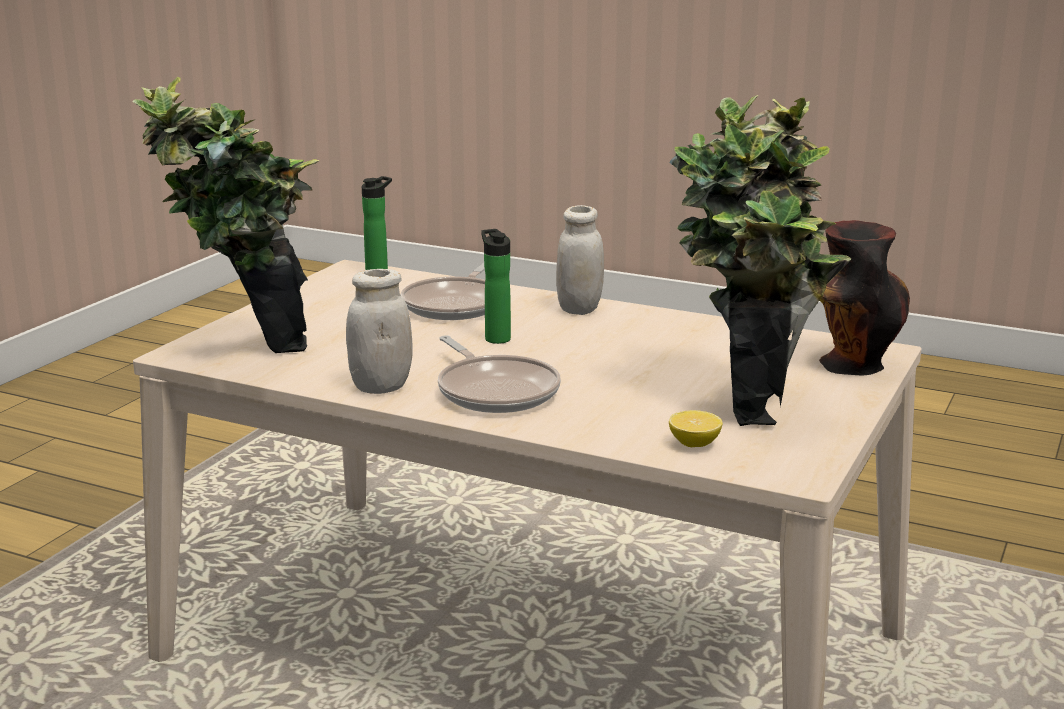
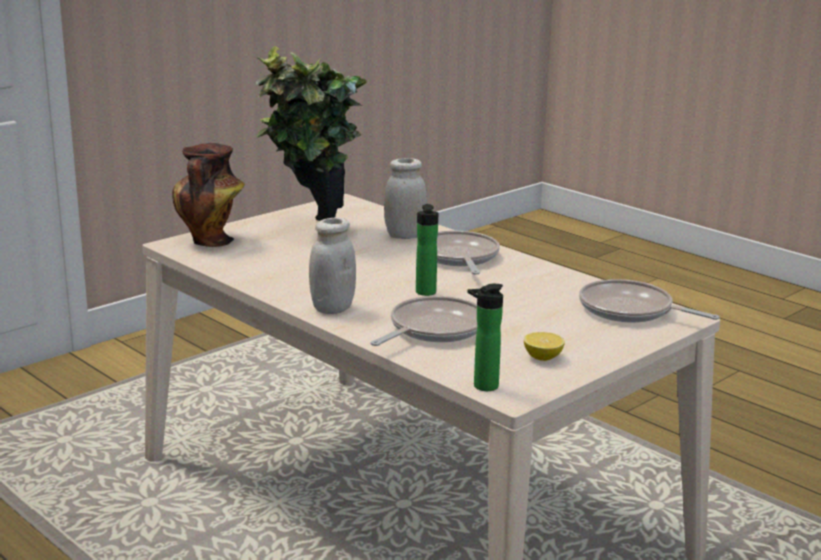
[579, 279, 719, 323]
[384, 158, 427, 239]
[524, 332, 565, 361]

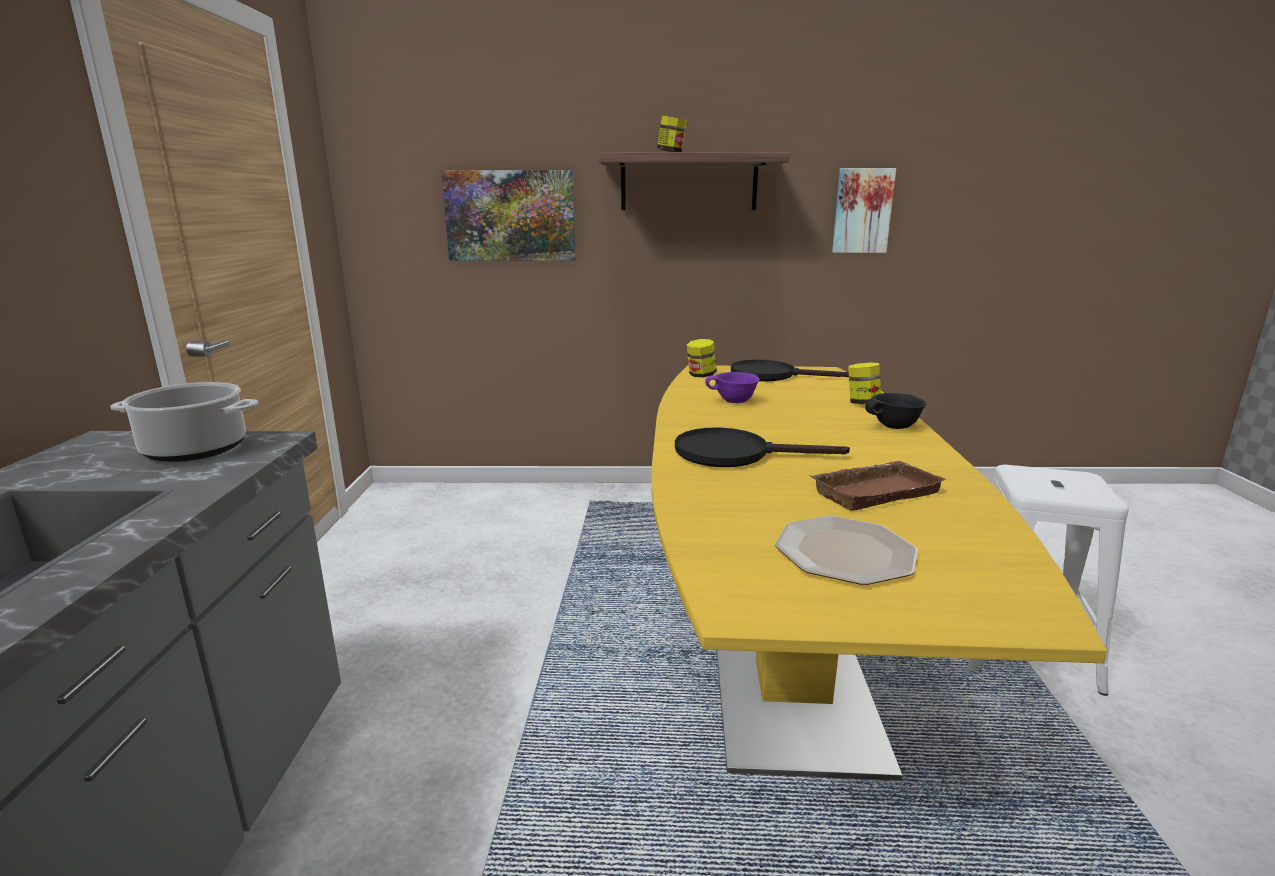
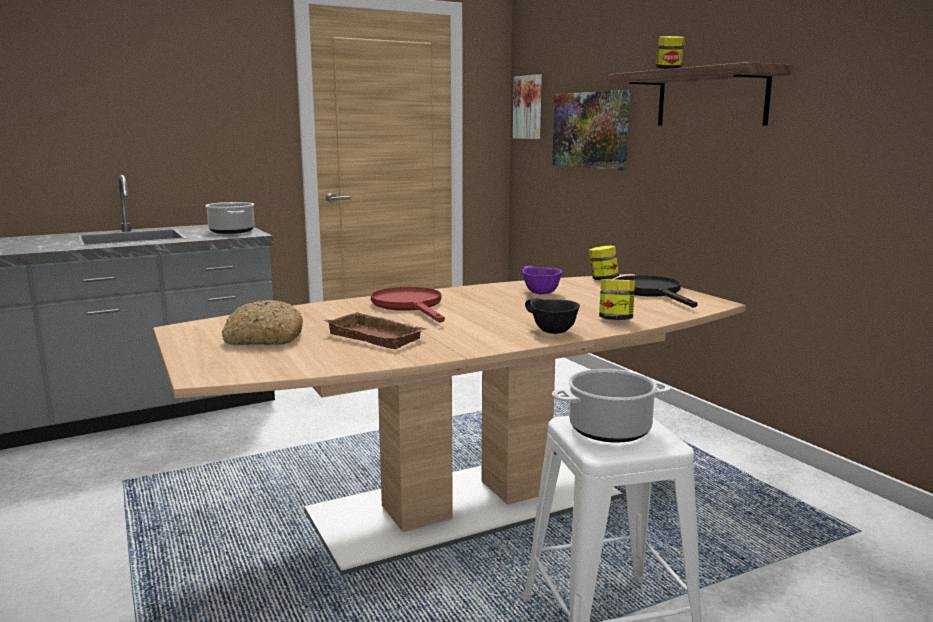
[153, 274, 746, 575]
[371, 287, 445, 323]
[222, 300, 303, 345]
[513, 74, 542, 139]
[552, 369, 671, 443]

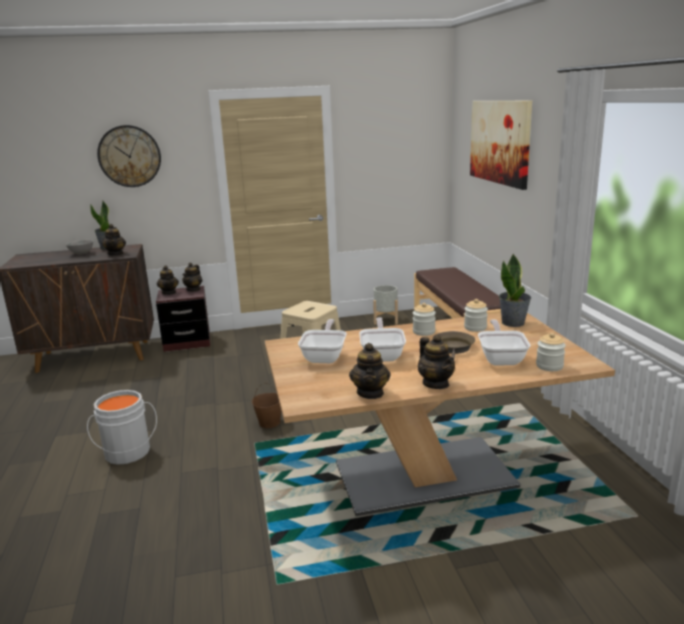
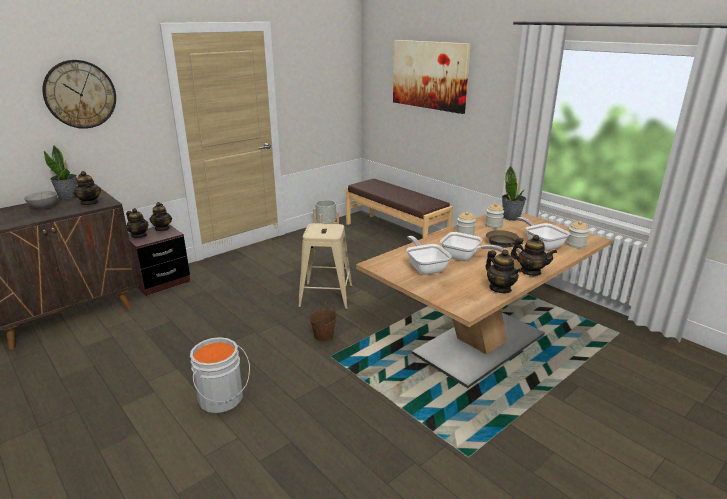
[440, 232, 505, 261]

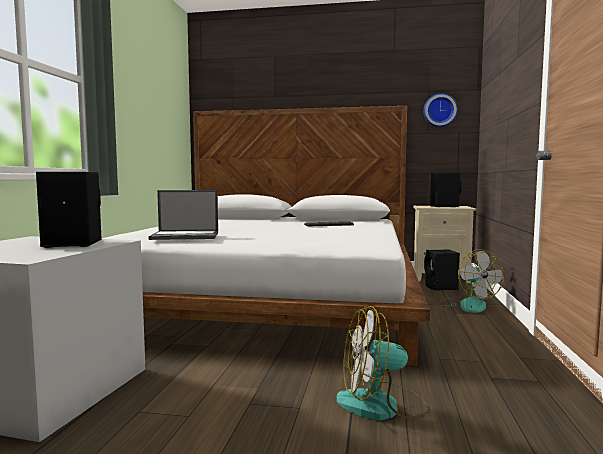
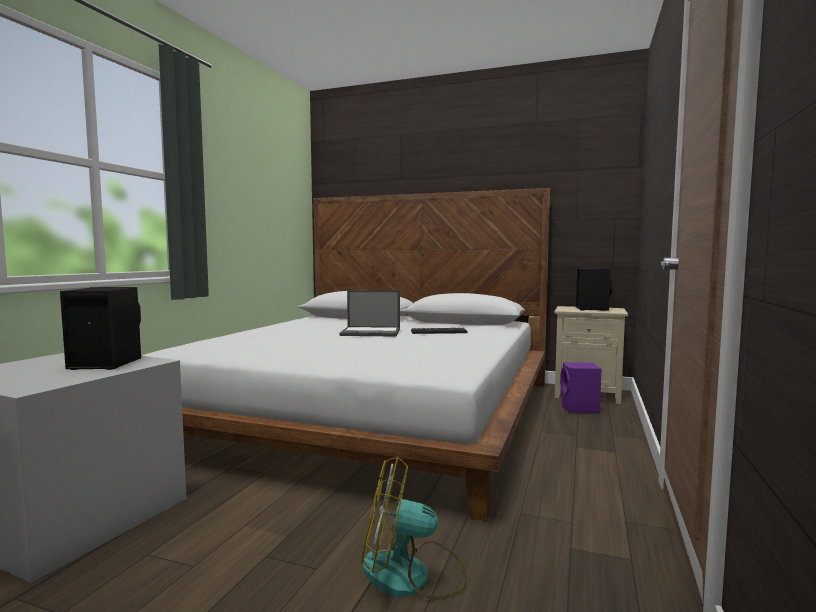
[340, 290, 400, 337]
[423, 93, 458, 127] (first image)
[560, 362, 602, 413]
[437, 250, 504, 313] (first image)

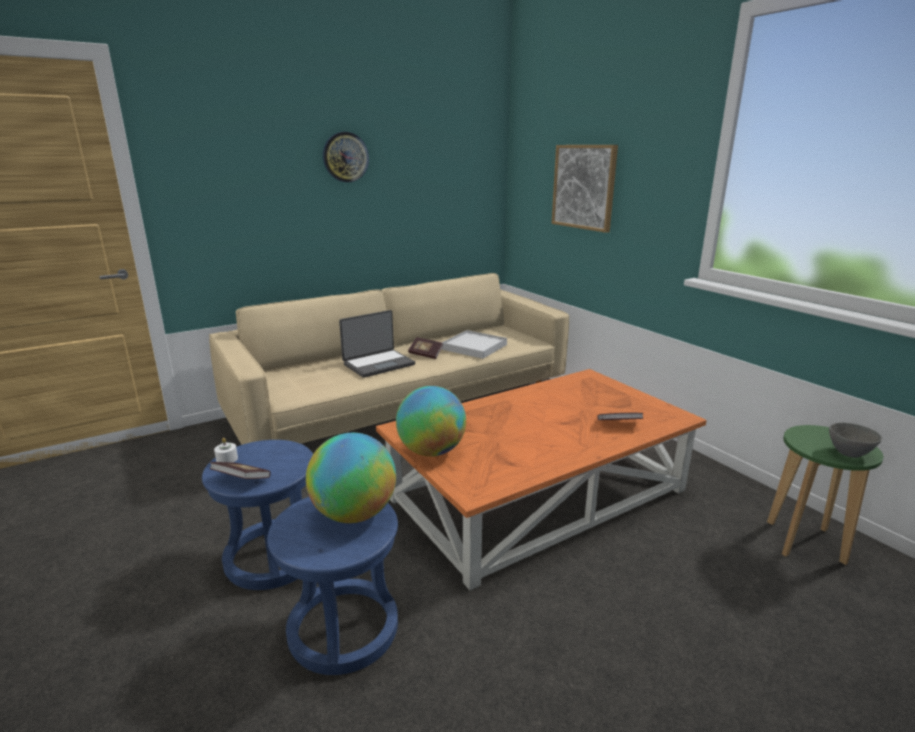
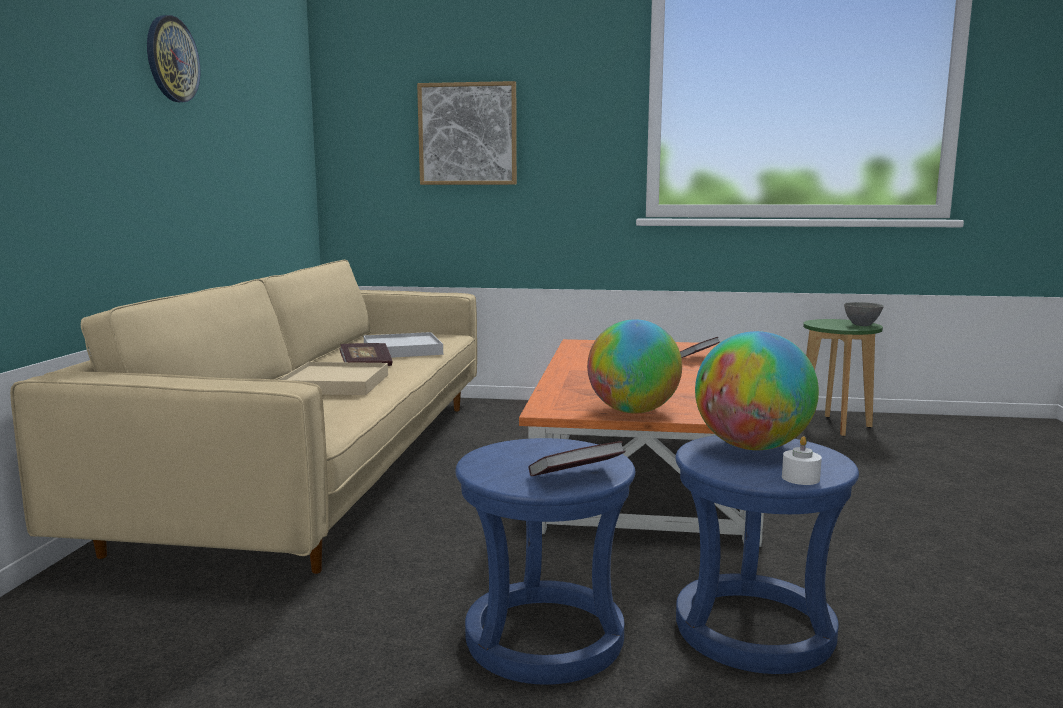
[782, 436, 822, 485]
[278, 362, 388, 395]

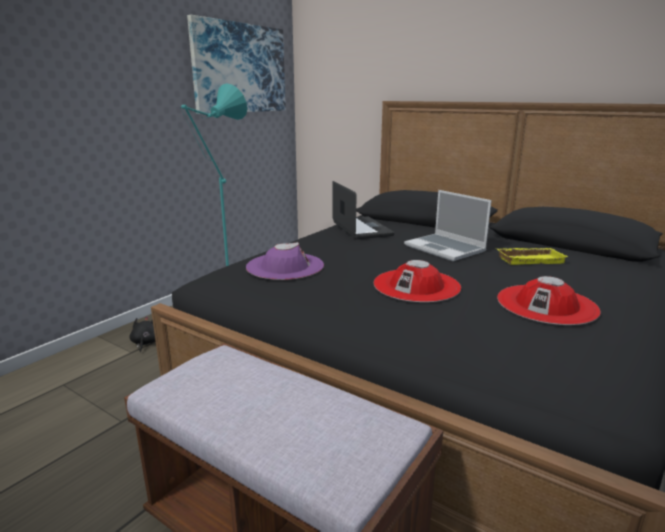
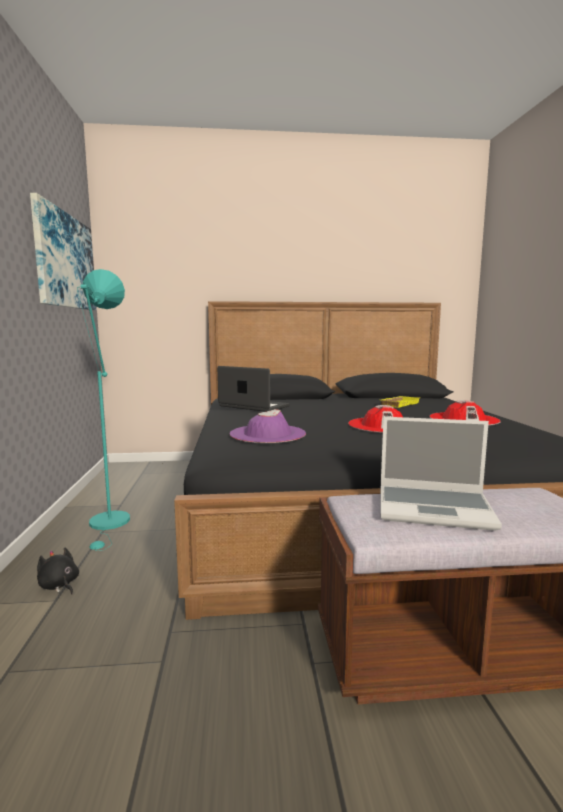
[380, 417, 502, 531]

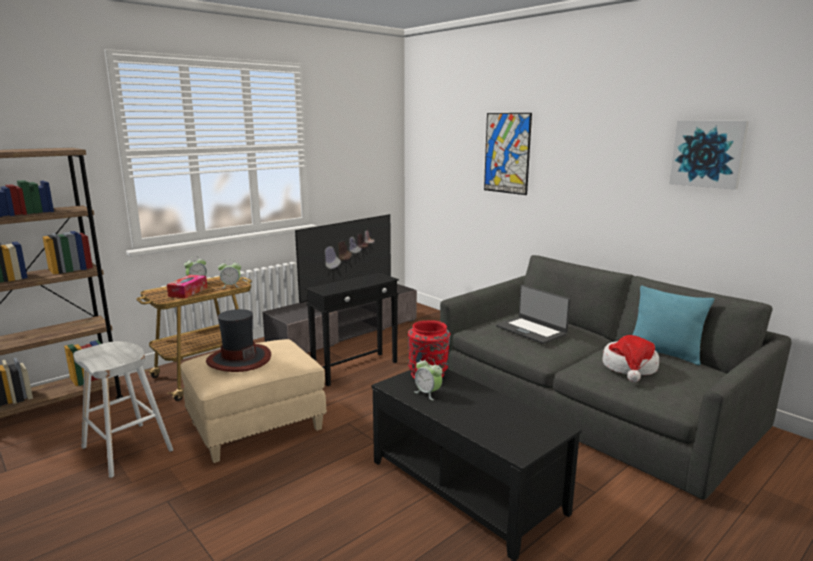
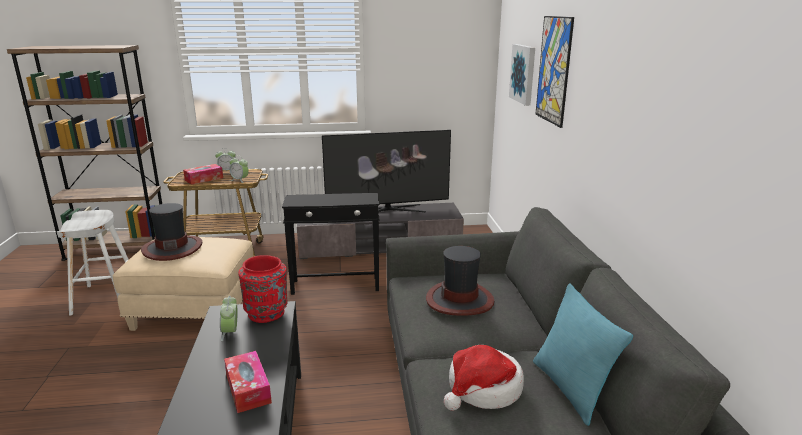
[426, 246, 494, 316]
[509, 44, 535, 106]
[224, 351, 272, 413]

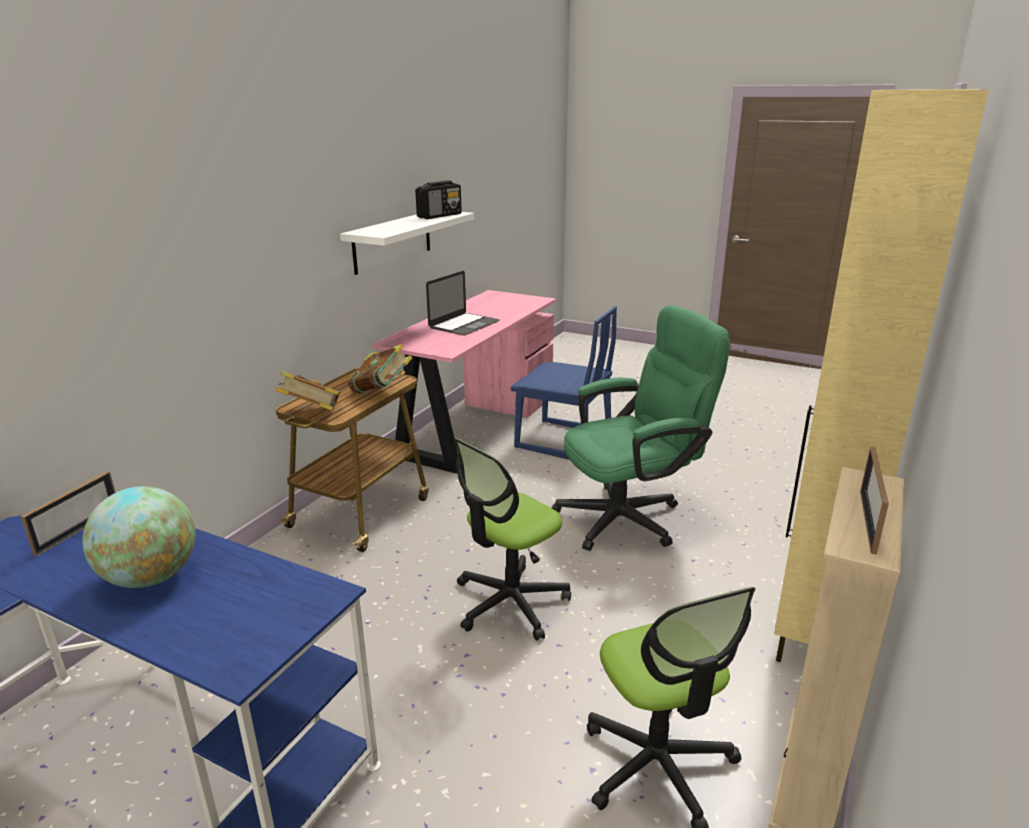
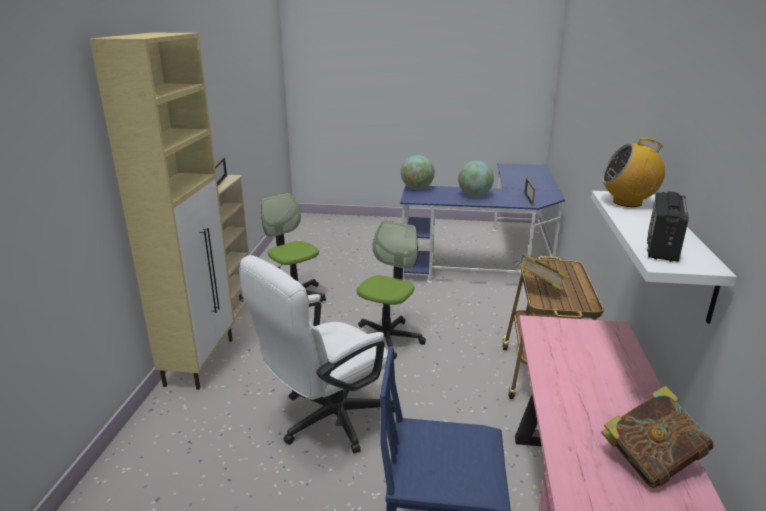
[601, 386, 714, 488]
[426, 271, 500, 335] (first image)
[239, 255, 395, 453]
[401, 155, 435, 189]
[602, 138, 665, 207]

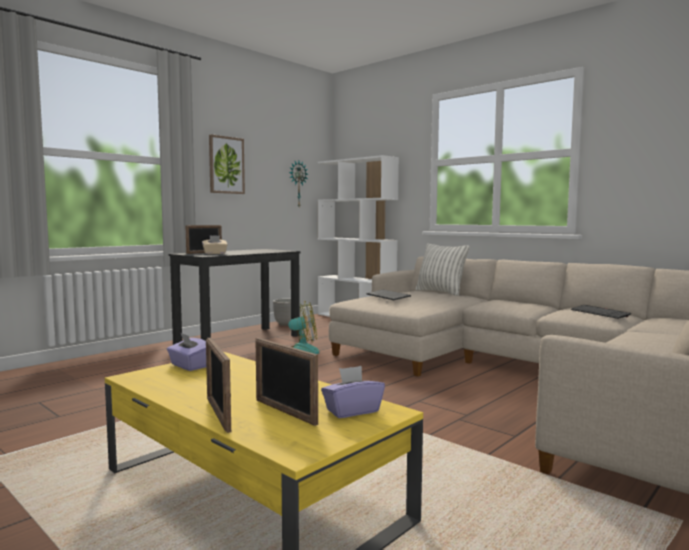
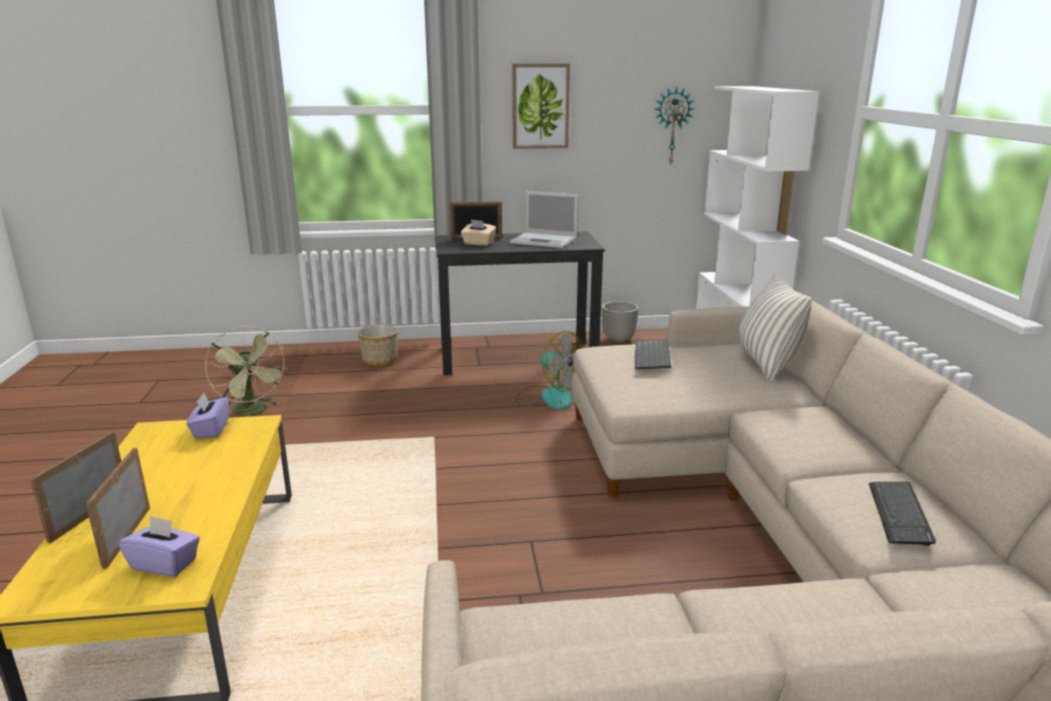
[205, 326, 287, 416]
[358, 324, 398, 366]
[510, 191, 579, 248]

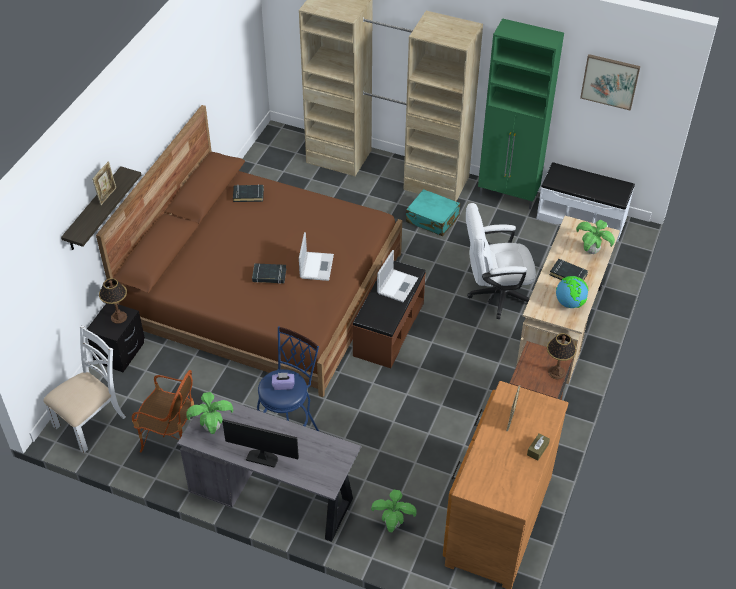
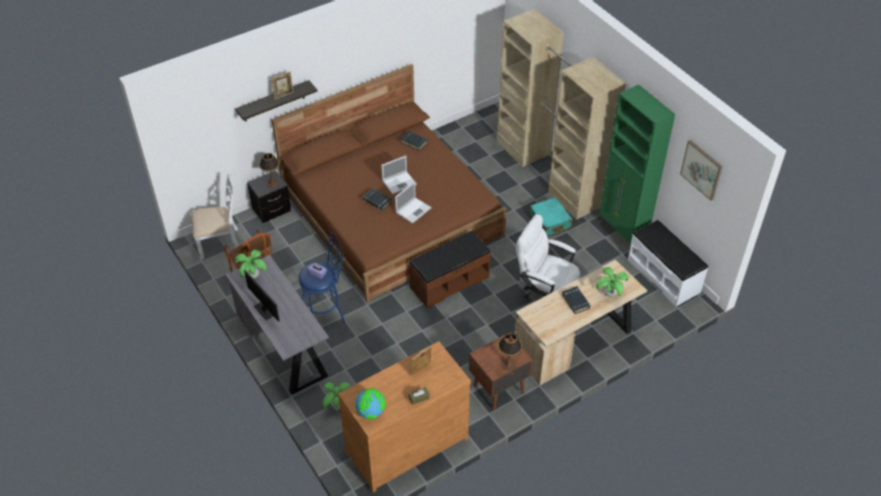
[381, 155, 417, 194]
[355, 388, 386, 420]

